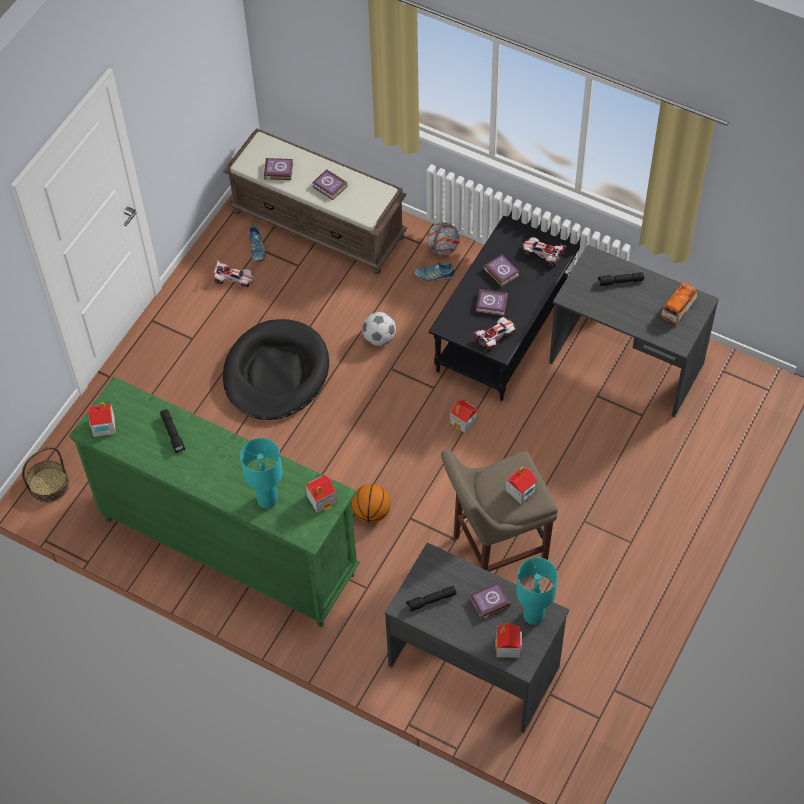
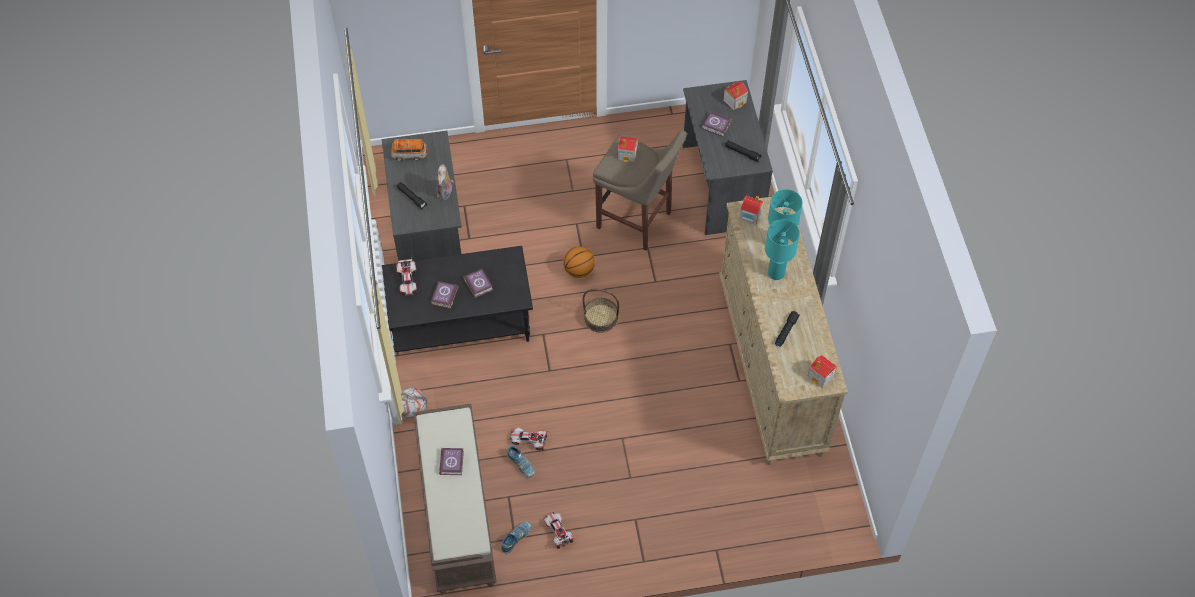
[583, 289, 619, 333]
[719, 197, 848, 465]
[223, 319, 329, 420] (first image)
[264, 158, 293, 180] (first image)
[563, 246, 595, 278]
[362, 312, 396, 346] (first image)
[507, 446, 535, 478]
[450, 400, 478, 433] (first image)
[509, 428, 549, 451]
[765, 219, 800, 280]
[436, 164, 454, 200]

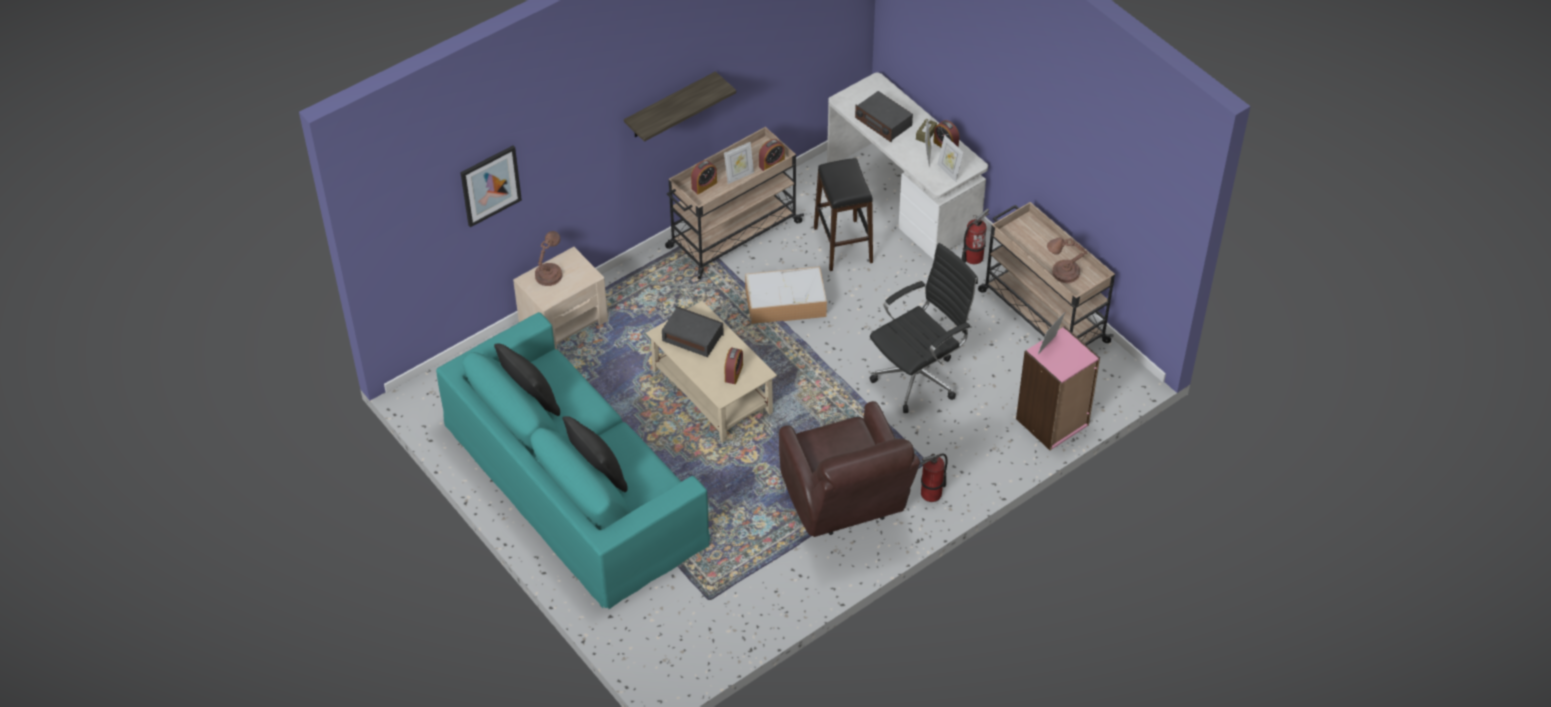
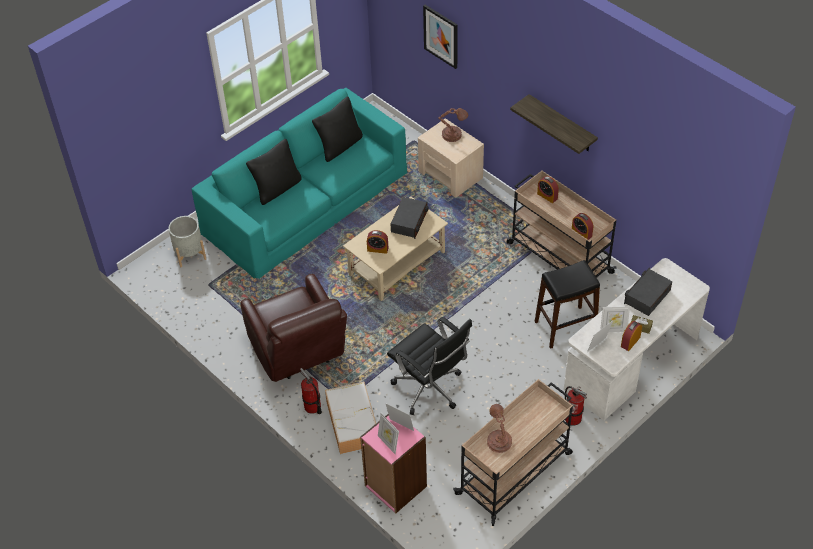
[378, 413, 399, 454]
[325, 382, 376, 454]
[240, 274, 347, 382]
[169, 216, 206, 267]

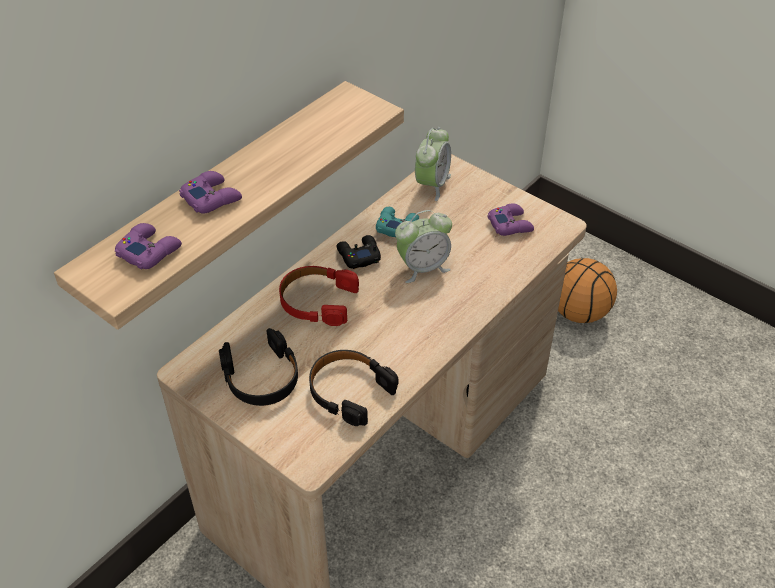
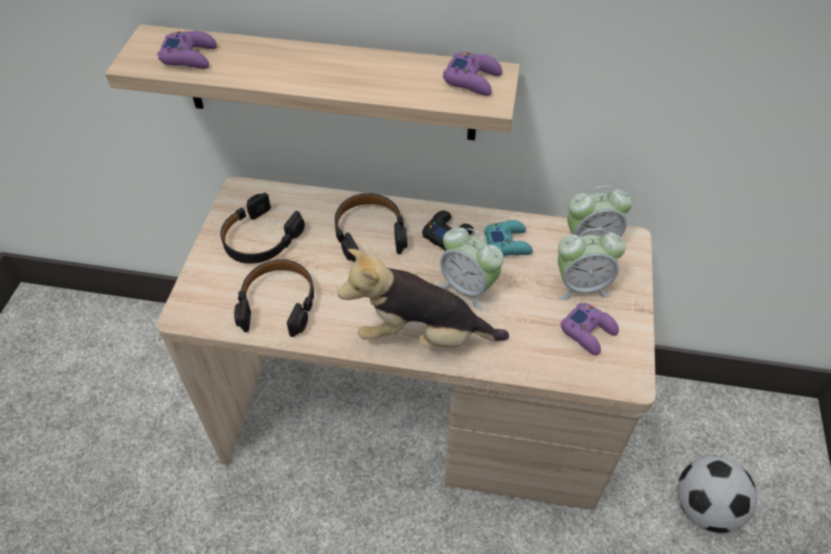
[443, 52, 502, 96]
[335, 193, 407, 263]
[677, 456, 757, 533]
[338, 249, 509, 348]
[558, 228, 626, 300]

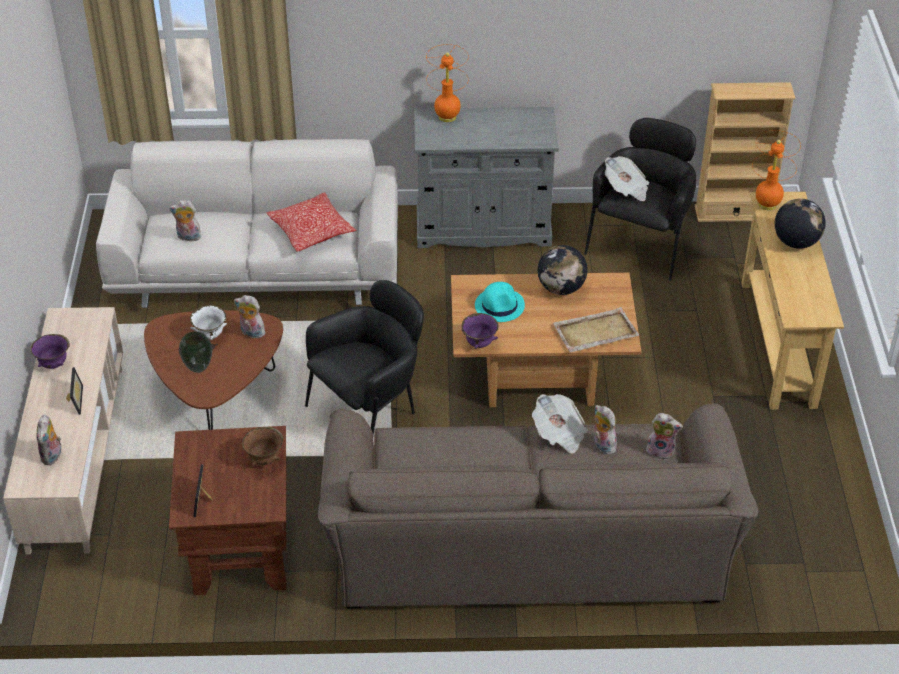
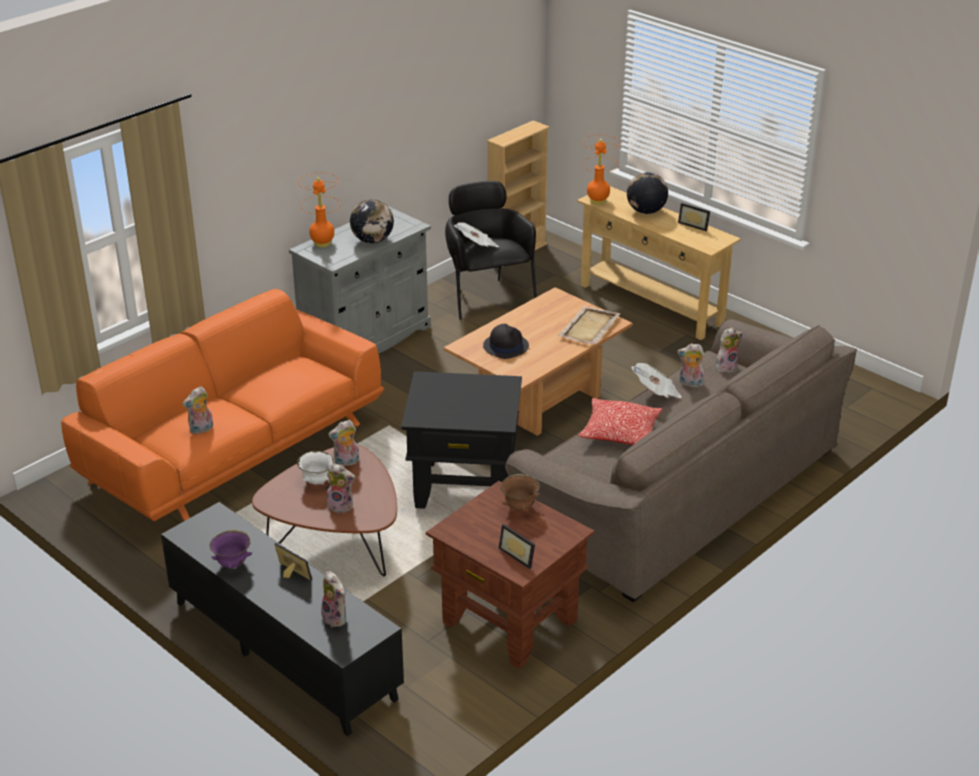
[161, 502, 404, 736]
[61, 289, 384, 521]
[327, 464, 355, 513]
[578, 398, 662, 445]
[401, 371, 522, 509]
[462, 313, 498, 349] (first image)
[483, 324, 529, 359]
[350, 199, 394, 243]
[678, 203, 710, 231]

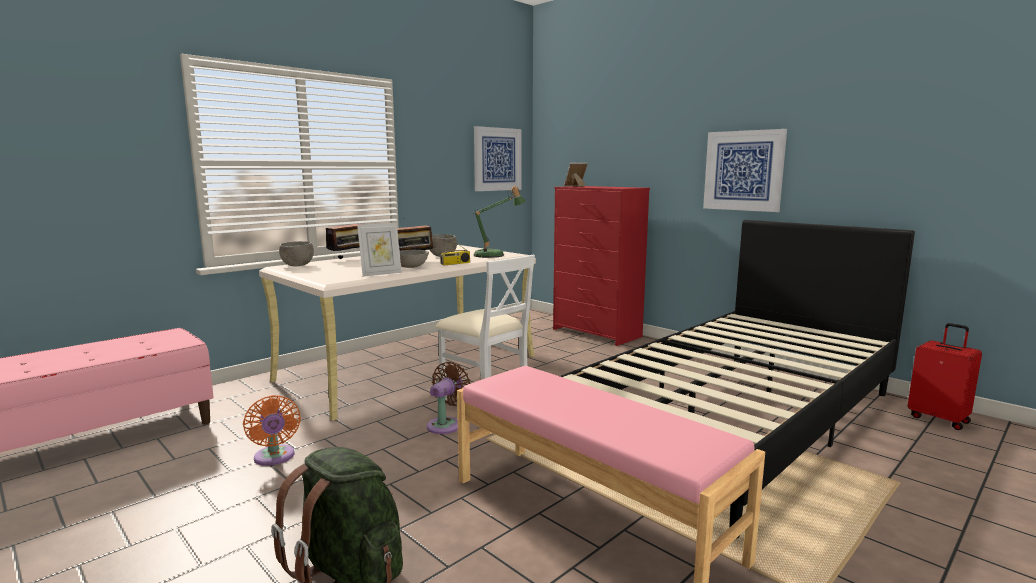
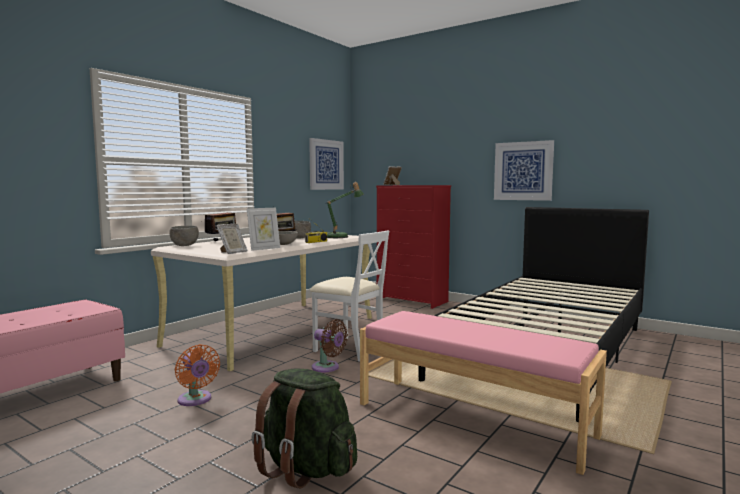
[312, 319, 348, 372]
[908, 323, 982, 430] (first image)
[216, 224, 247, 254]

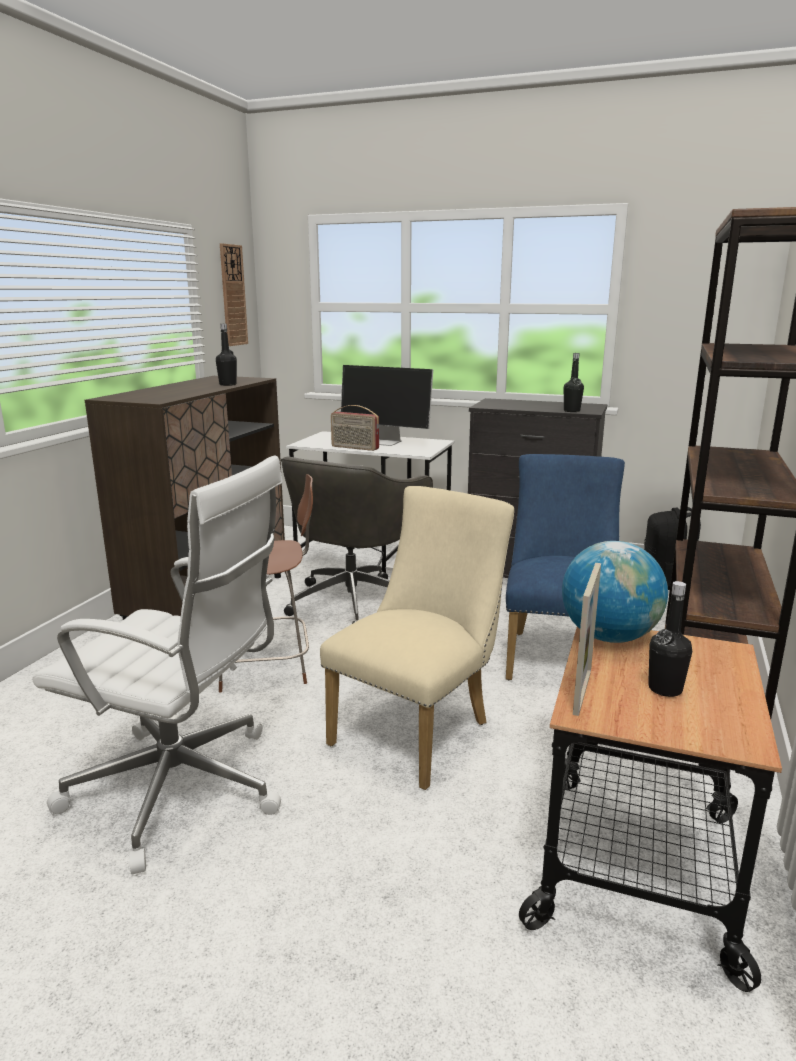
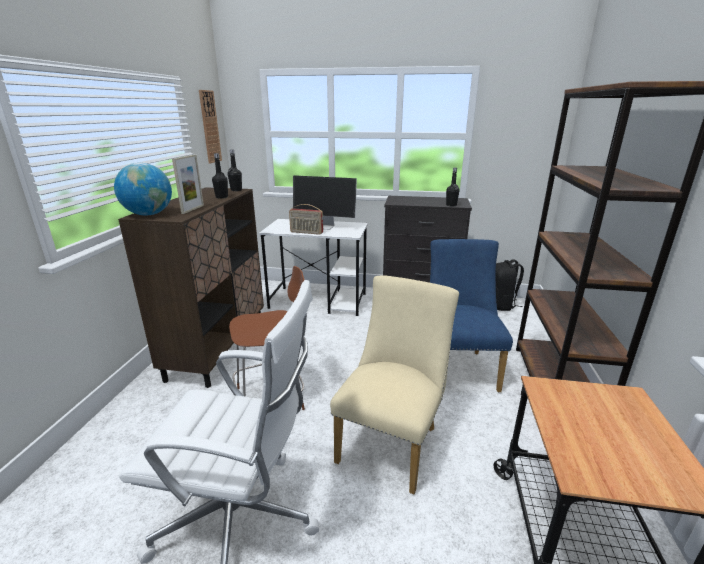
[281, 456, 433, 624] (first image)
[114, 163, 172, 216]
[172, 155, 204, 214]
[228, 150, 242, 191]

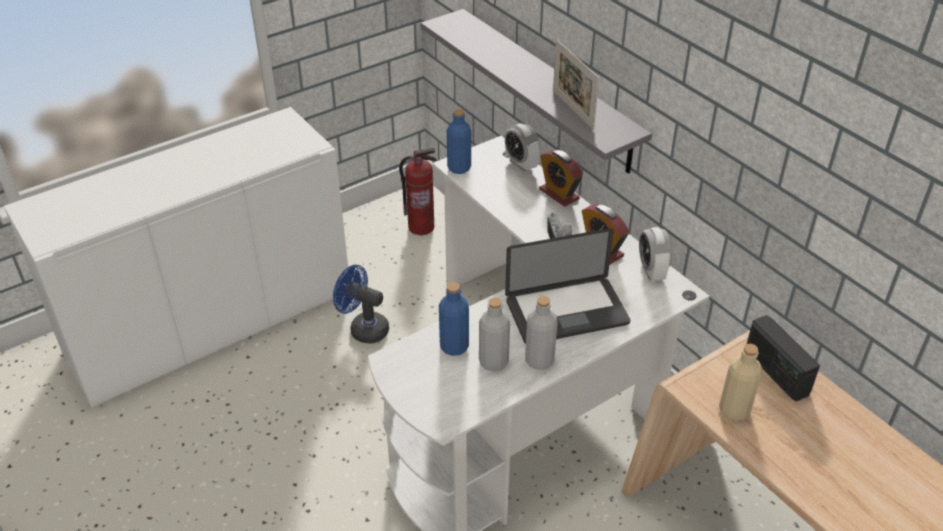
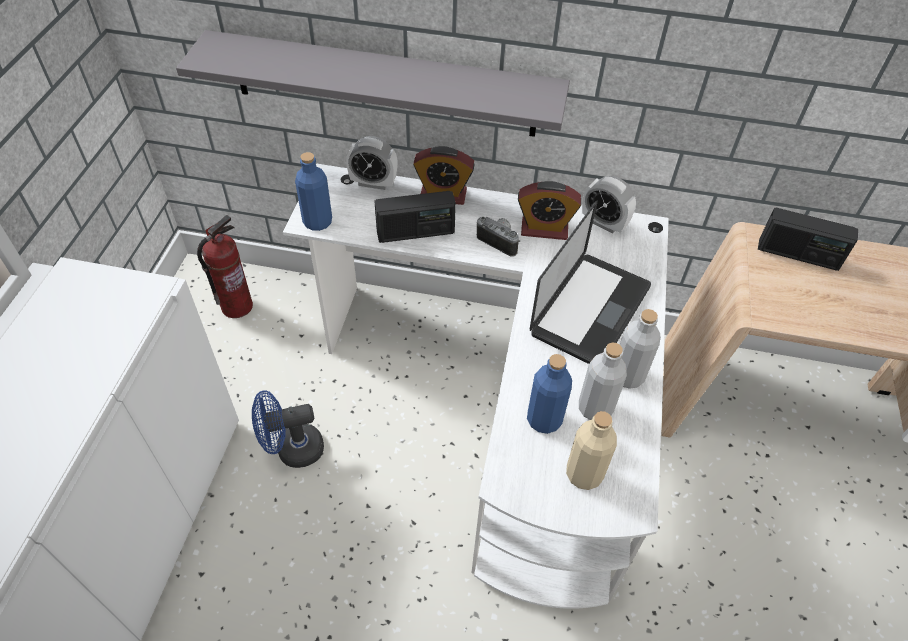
[553, 40, 599, 130] (first image)
[566, 411, 617, 490]
[374, 191, 456, 243]

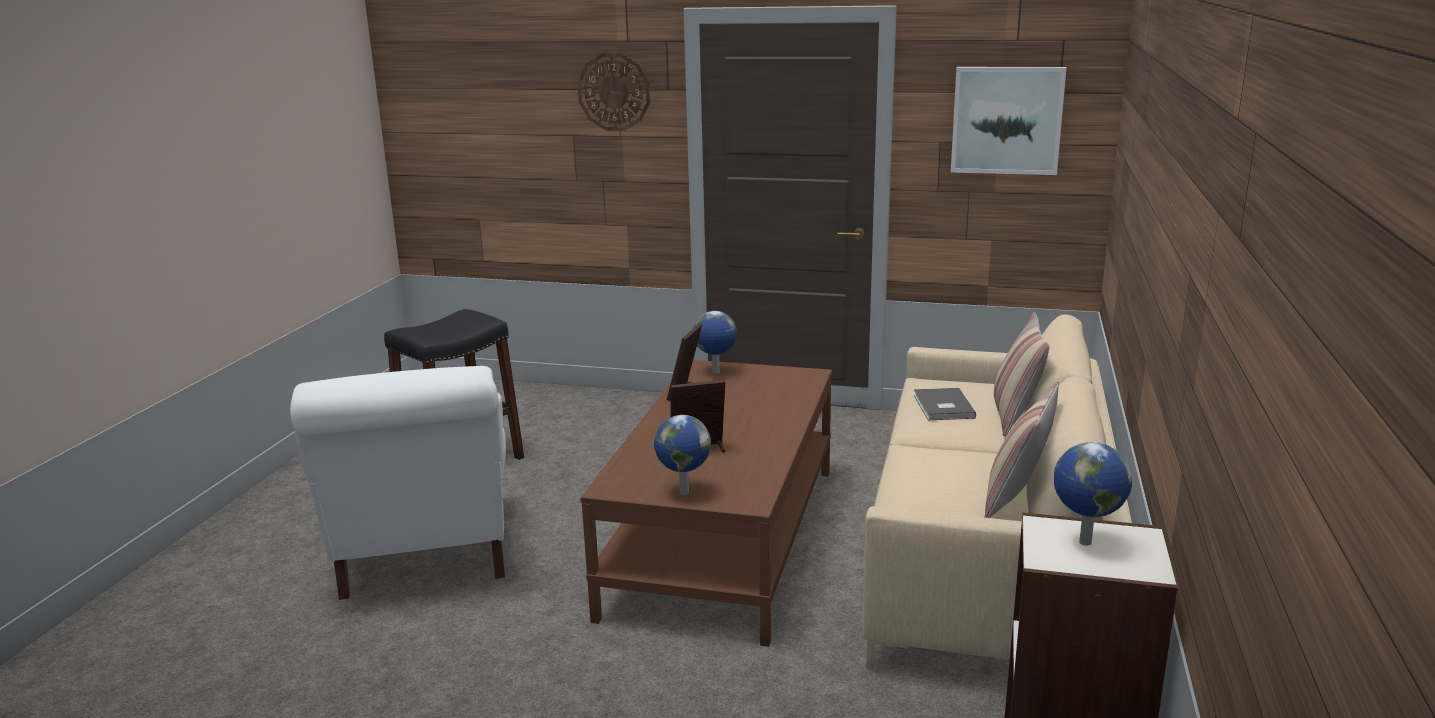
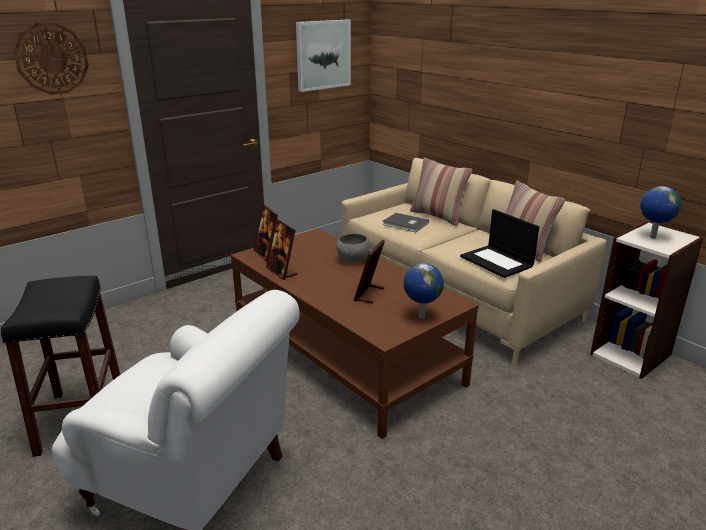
[253, 205, 278, 262]
[336, 233, 371, 263]
[460, 209, 539, 278]

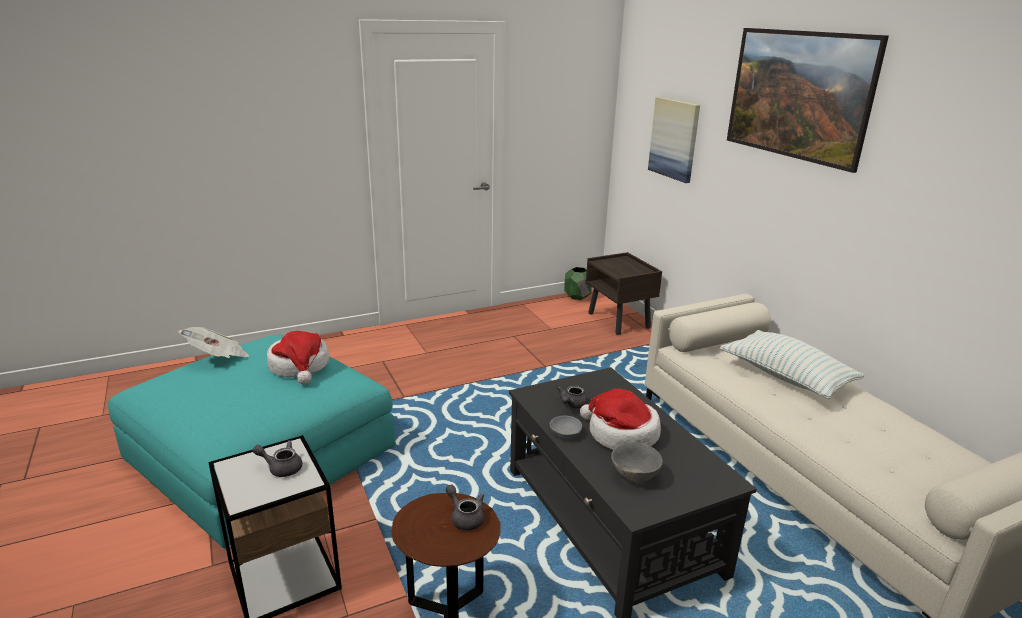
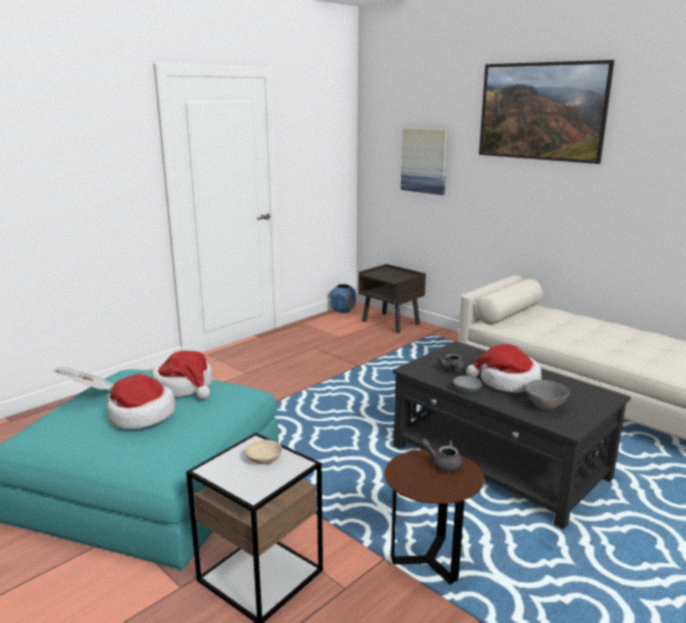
[245, 440, 282, 464]
[331, 284, 356, 313]
[720, 330, 865, 399] (first image)
[107, 374, 176, 429]

